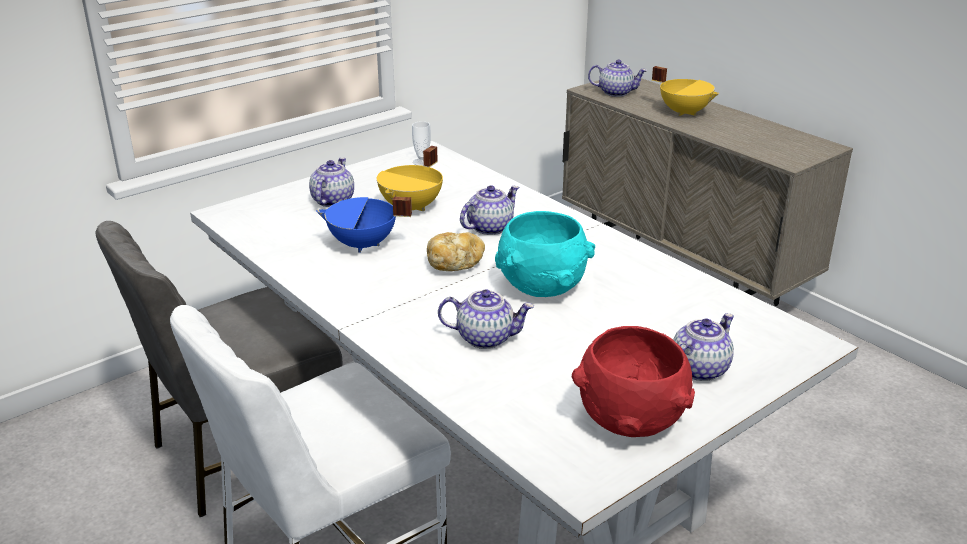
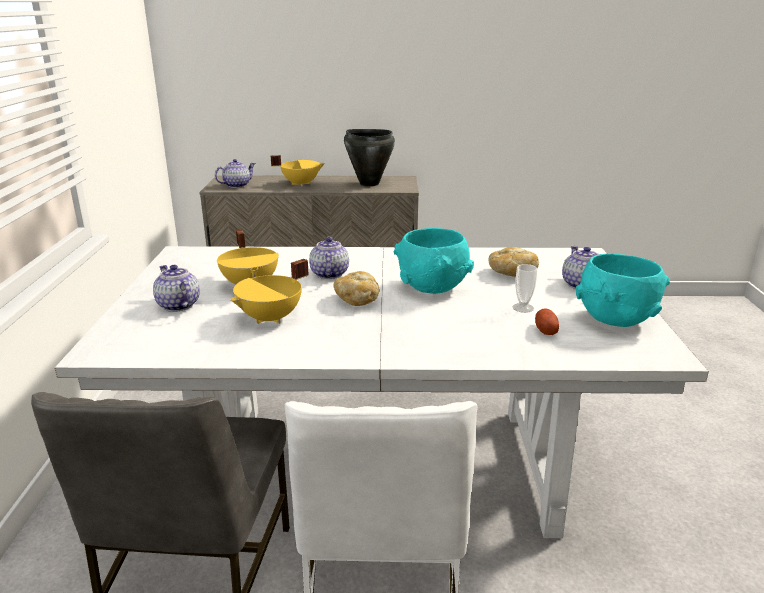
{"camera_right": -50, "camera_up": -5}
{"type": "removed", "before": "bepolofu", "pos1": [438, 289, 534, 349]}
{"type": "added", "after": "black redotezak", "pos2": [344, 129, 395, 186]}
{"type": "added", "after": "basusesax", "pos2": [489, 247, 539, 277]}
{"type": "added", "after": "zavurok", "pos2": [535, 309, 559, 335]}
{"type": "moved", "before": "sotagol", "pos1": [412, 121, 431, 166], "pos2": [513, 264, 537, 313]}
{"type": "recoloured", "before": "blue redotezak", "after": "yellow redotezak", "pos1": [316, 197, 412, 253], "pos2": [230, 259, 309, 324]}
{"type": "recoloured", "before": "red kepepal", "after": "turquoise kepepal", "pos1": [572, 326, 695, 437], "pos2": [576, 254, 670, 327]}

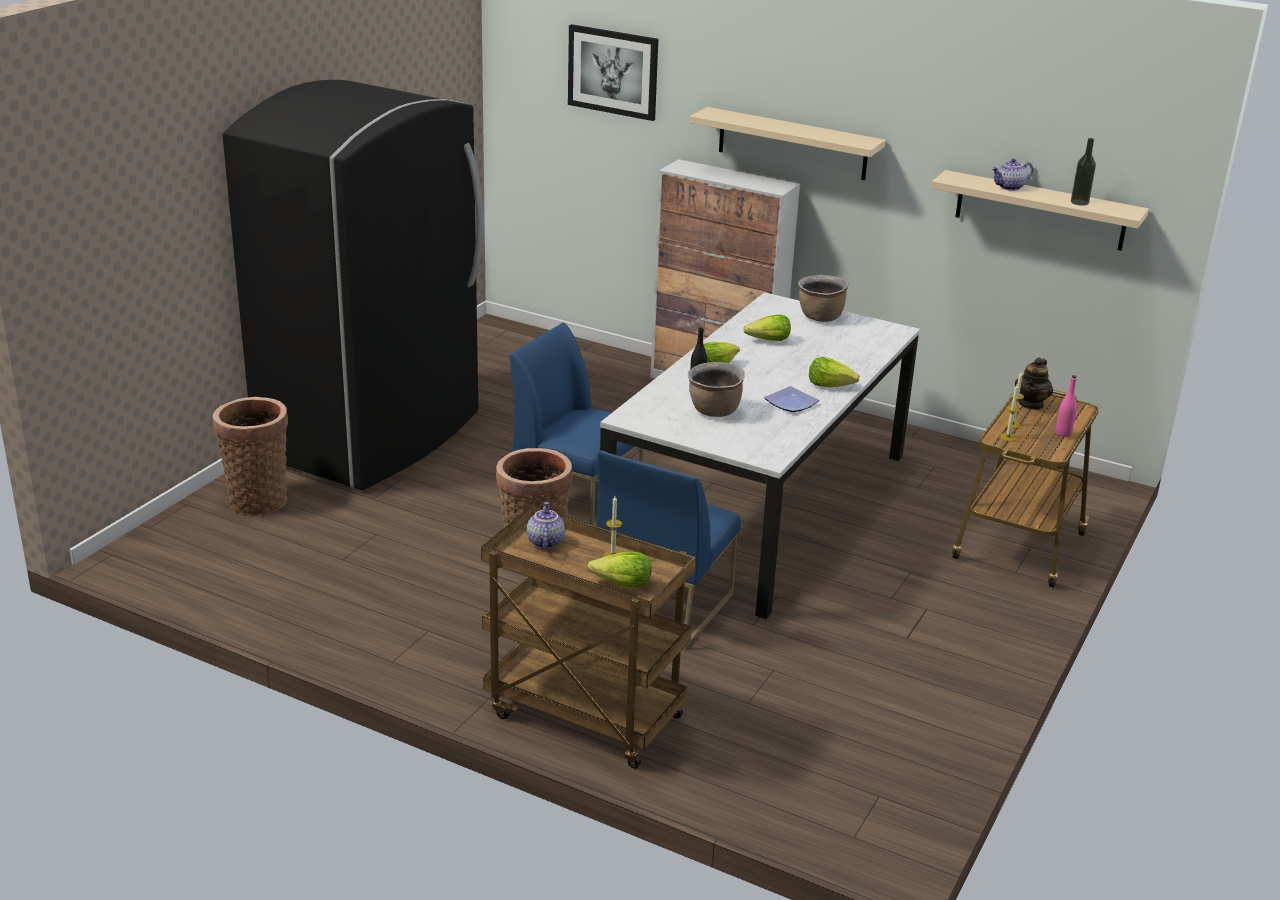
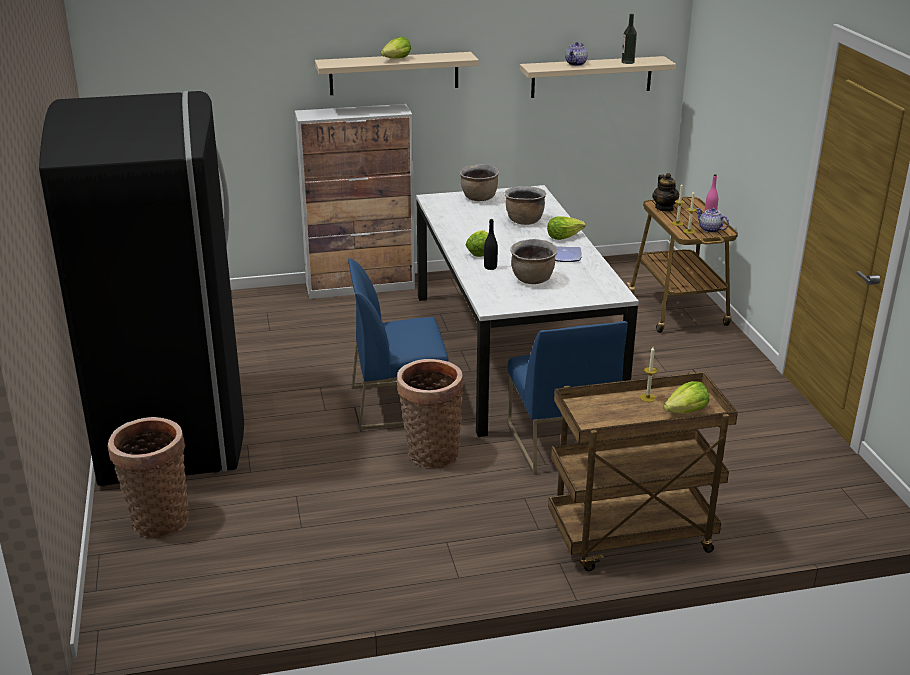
{"camera_right": -40, "camera_up": 0}
{"type": "removed", "before": "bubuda", "pos1": [568, 24, 658, 121]}
{"type": "added", "after": "brown redotezak", "pos2": [505, 186, 546, 225]}
{"type": "moved", "before": "bepolofu", "pos1": [527, 502, 565, 549], "pos2": [696, 208, 729, 233]}
{"type": "moved", "before": "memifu", "pos1": [743, 315, 791, 341], "pos2": [381, 37, 411, 59]}

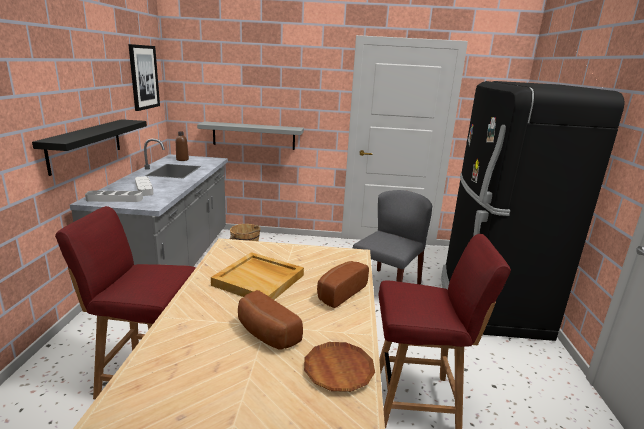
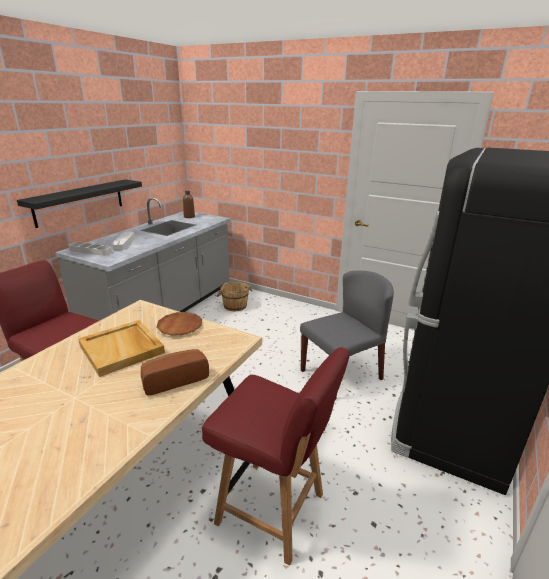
{"camera_right": 25, "camera_up": 5}
{"type": "removed", "before": "bubuda", "pos1": [128, 44, 160, 111]}
{"type": "removed", "before": "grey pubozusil", "pos1": [197, 121, 304, 150]}
{"type": "removed", "before": "basusesax", "pos1": [238, 290, 303, 350]}
{"type": "moved", "before": "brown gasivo", "pos1": [304, 342, 375, 392], "pos2": [157, 312, 202, 336]}

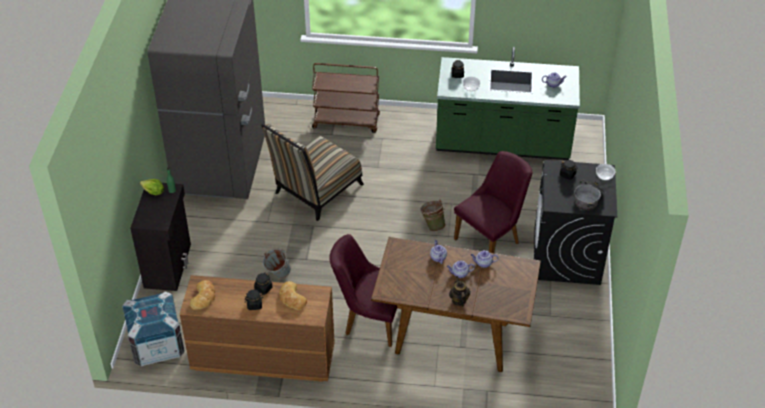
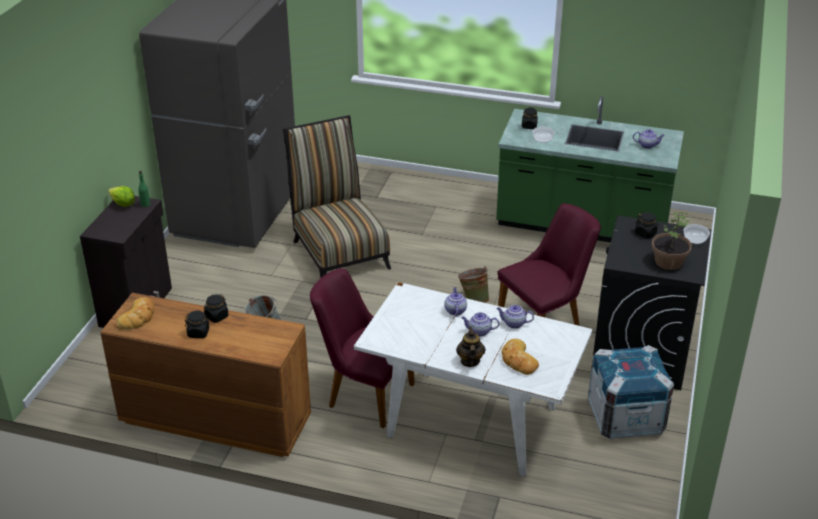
{"camera_right": 10, "camera_up": -10}
{"type": "removed", "before": "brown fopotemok", "pos1": [312, 63, 380, 133]}
{"type": "moved", "before": "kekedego", "pos1": [122, 291, 185, 367], "pos2": [588, 345, 674, 440]}
{"type": "moved", "before": "basusesax", "pos1": [279, 281, 307, 310], "pos2": [502, 339, 539, 375]}
{"type": "replaced", "before": "redotezak", "after": "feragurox", "pos1": [574, 179, 605, 210], "pos2": [652, 212, 692, 270]}
{"type": "recoloured", "before": "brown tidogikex", "after": "white tidogikex", "pos1": [371, 237, 541, 372], "pos2": [353, 282, 593, 476]}
{"type": "turned", "before": "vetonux", "pos1": [261, 124, 364, 221], "pos2": [283, 115, 391, 278], "turn": 105}

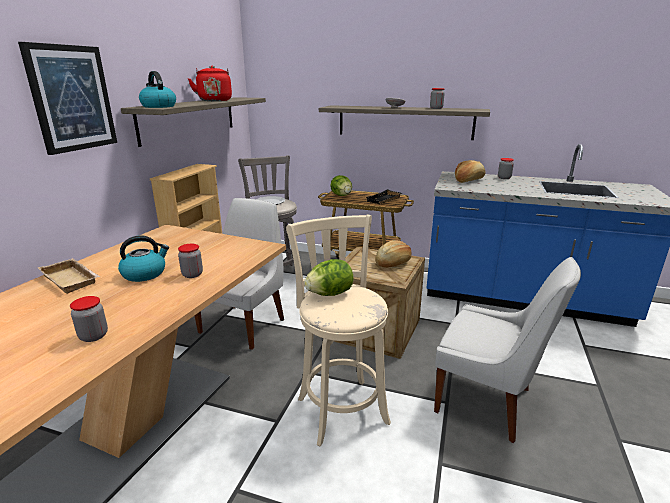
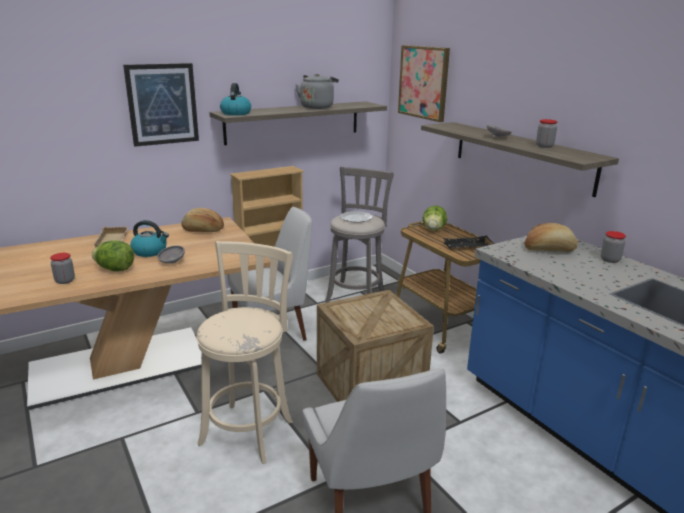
{"camera_right": 40, "camera_up": 0}
{"type": "added", "after": "bubuda", "pos2": [398, 45, 450, 122]}
{"type": "moved", "before": "memifu", "pos1": [304, 259, 354, 296], "pos2": [92, 241, 134, 271]}
{"type": "moved", "before": "basusesax", "pos1": [375, 240, 411, 268], "pos2": [181, 208, 224, 232]}
{"type": "replaced", "before": "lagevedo", "after": "grey kepepal", "pos1": [178, 244, 203, 278], "pos2": [157, 245, 185, 263]}
{"type": "recoloured", "before": "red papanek", "after": "grey papanek", "pos1": [188, 66, 232, 101], "pos2": [295, 73, 339, 109]}

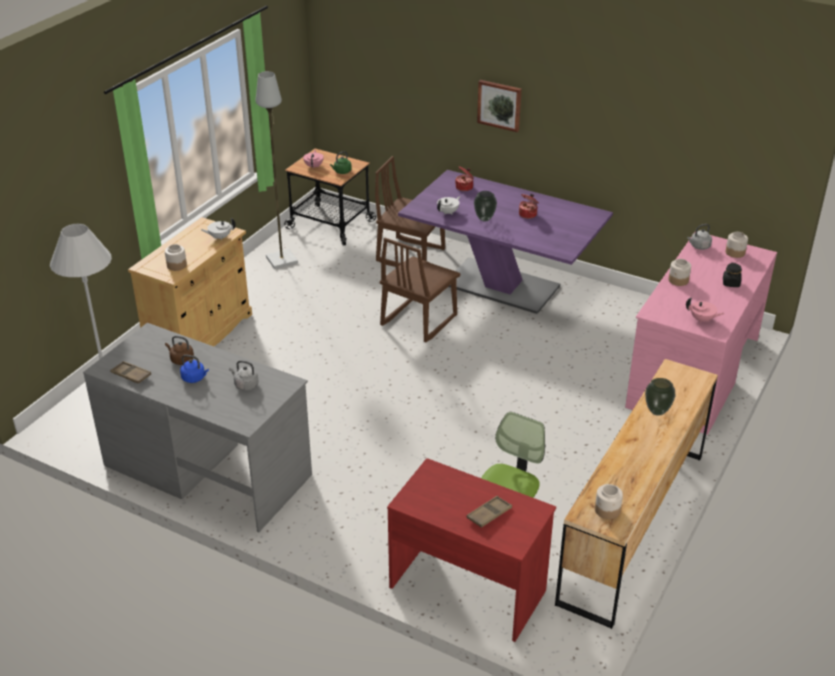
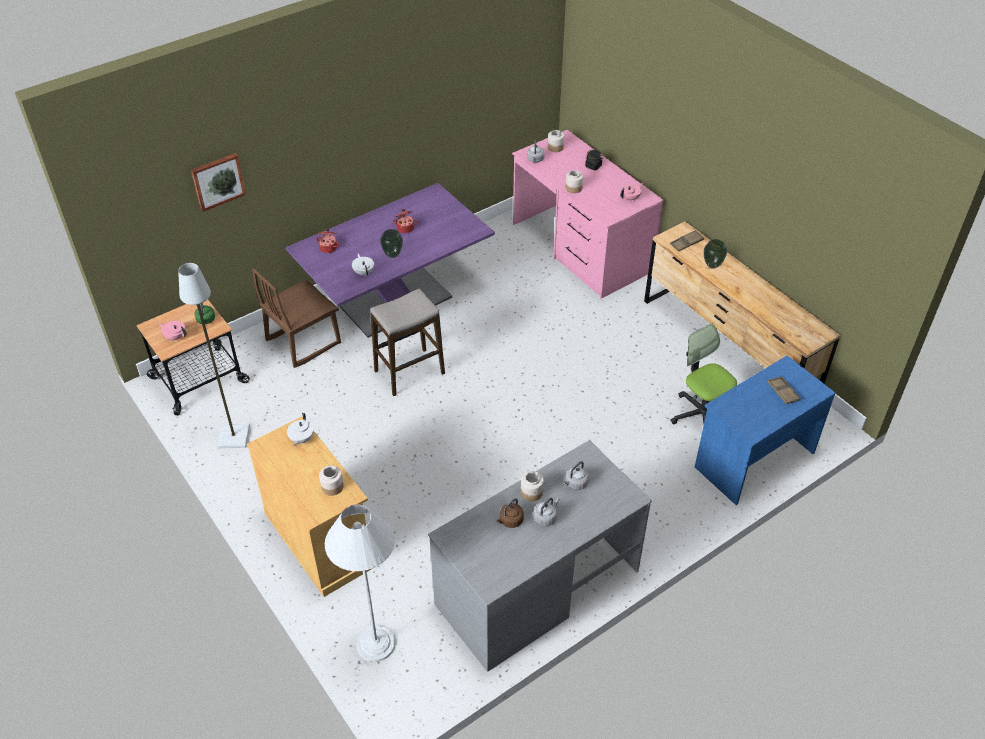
{"camera_right": -65, "camera_up": 10}
{"type": "moved", "before": "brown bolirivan", "pos1": [110, 361, 151, 384], "pos2": [670, 230, 704, 252]}
{"type": "moved", "before": "bubuda", "pos1": [477, 80, 522, 132], "pos2": [191, 153, 246, 212]}
{"type": "moved", "before": "lagevedo", "pos1": [595, 484, 623, 519], "pos2": [521, 471, 544, 501]}
{"type": "replaced", "before": "brown vetonux", "after": "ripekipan", "pos1": [380, 238, 460, 342], "pos2": [370, 288, 445, 396]}
{"type": "recoloured", "before": "blue papanek", "after": "grey papanek", "pos1": [180, 355, 209, 383], "pos2": [533, 498, 559, 526]}
{"type": "recoloured", "before": "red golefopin", "after": "blue golefopin", "pos1": [387, 458, 556, 642], "pos2": [695, 355, 836, 505]}

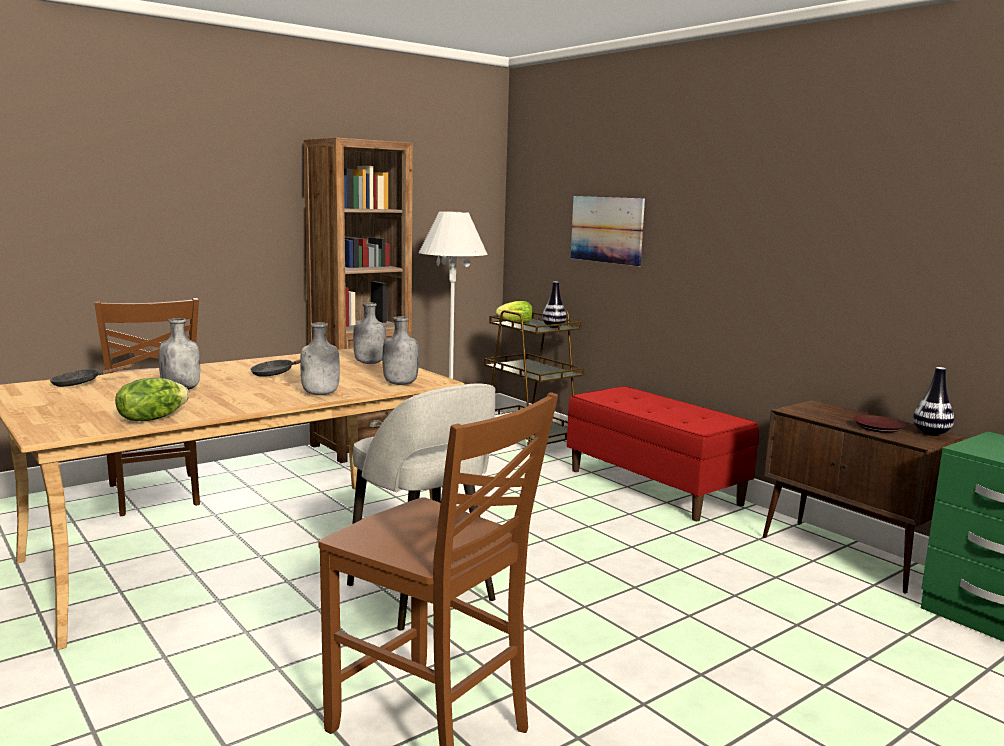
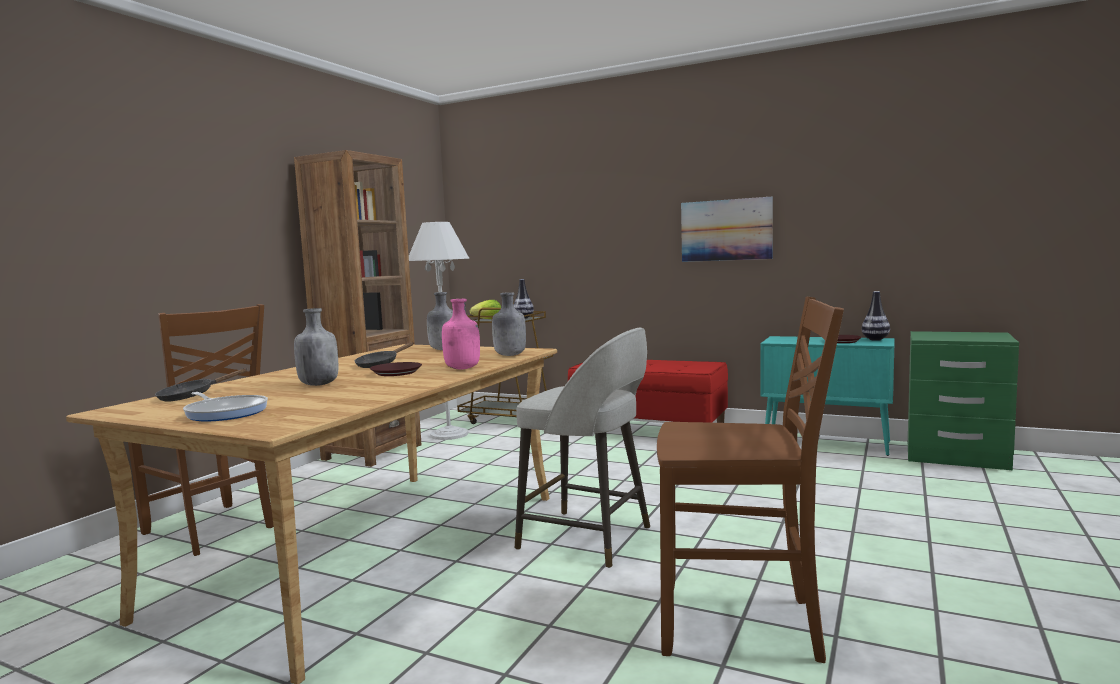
{"camera_right": -25, "camera_up": -5}
{"type": "removed", "before": "memifu", "pos1": [115, 378, 189, 421]}
{"type": "added", "after": "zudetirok", "pos2": [183, 392, 268, 422]}
{"type": "added", "after": "brown gasivo", "pos2": [370, 362, 422, 376]}
{"type": "moved", "before": "bubuda", "pos1": [571, 196, 645, 266], "pos2": [681, 197, 772, 262]}
{"type": "recoloured", "before": "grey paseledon", "after": "pink paseledon", "pos1": [300, 322, 340, 395], "pos2": [442, 299, 480, 369]}
{"type": "recoloured", "before": "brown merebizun", "after": "turquoise merebizun", "pos1": [763, 400, 967, 594], "pos2": [760, 336, 895, 456]}

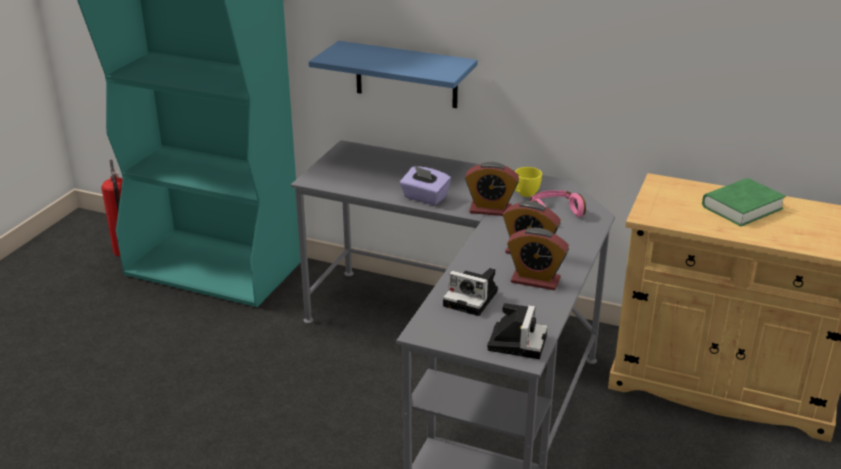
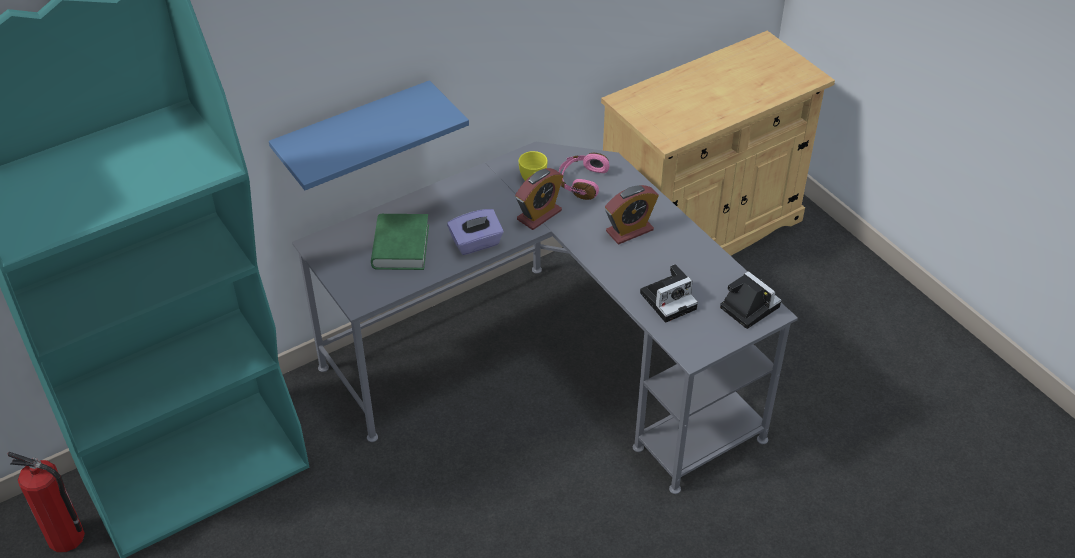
{"camera_right": -55, "camera_up": 15}
{"type": "removed", "before": "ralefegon", "pos1": [507, 228, 569, 290]}
{"type": "moved", "before": "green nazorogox", "pos1": [702, 178, 786, 226], "pos2": [371, 214, 429, 270]}

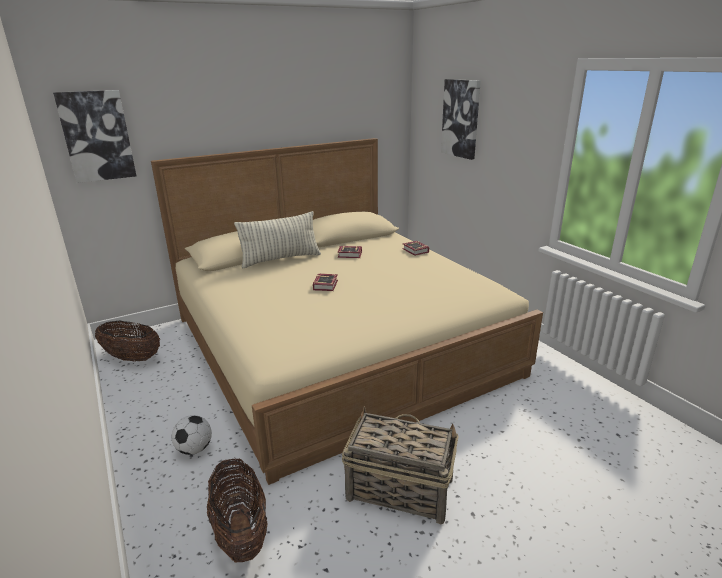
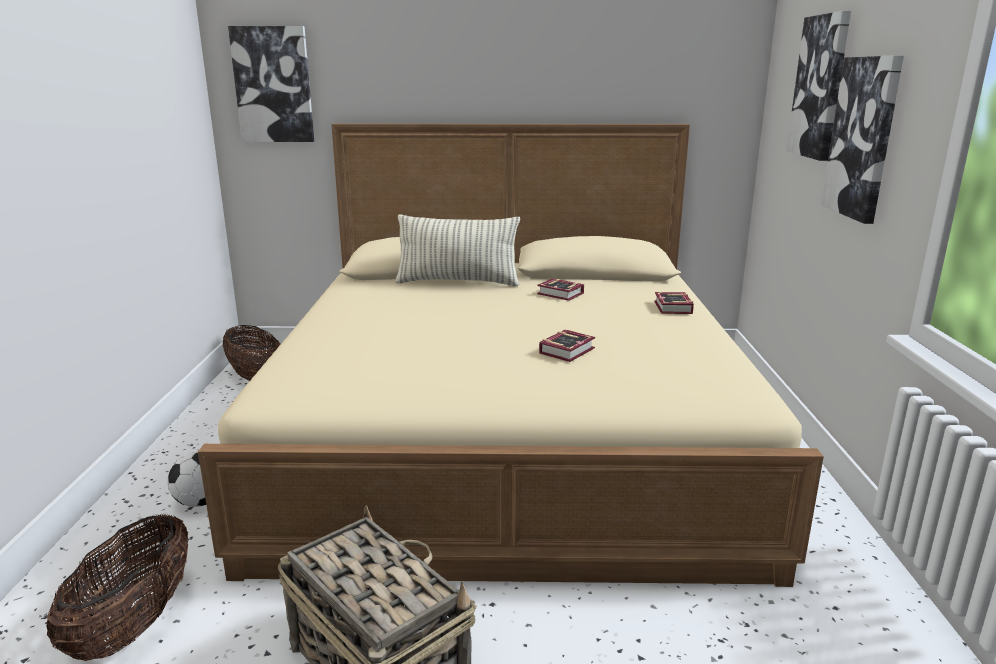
{"camera_right": 30, "camera_up": -5}
{"type": "added", "after": "bubuda", "pos2": [821, 55, 904, 224]}
{"type": "moved", "before": "nazorogox", "pos1": [313, 274, 338, 291], "pos2": [539, 330, 595, 362]}

